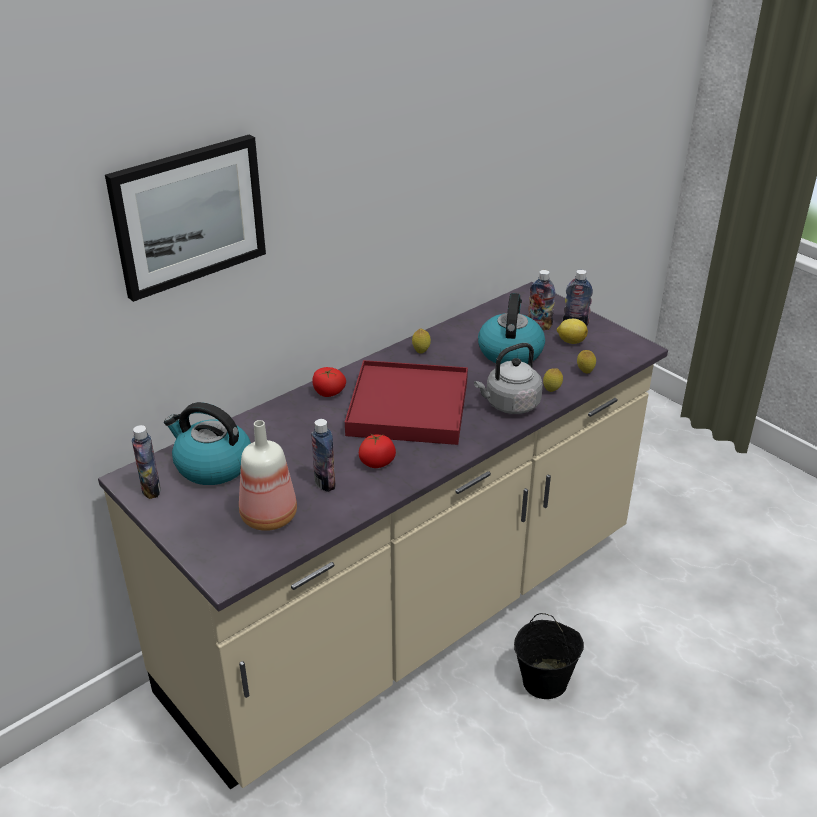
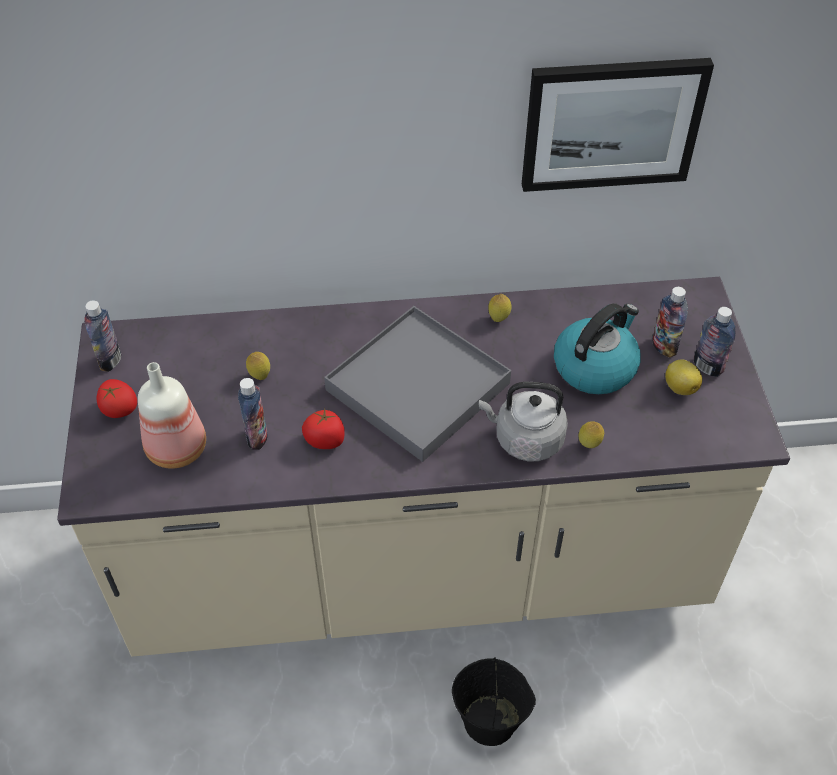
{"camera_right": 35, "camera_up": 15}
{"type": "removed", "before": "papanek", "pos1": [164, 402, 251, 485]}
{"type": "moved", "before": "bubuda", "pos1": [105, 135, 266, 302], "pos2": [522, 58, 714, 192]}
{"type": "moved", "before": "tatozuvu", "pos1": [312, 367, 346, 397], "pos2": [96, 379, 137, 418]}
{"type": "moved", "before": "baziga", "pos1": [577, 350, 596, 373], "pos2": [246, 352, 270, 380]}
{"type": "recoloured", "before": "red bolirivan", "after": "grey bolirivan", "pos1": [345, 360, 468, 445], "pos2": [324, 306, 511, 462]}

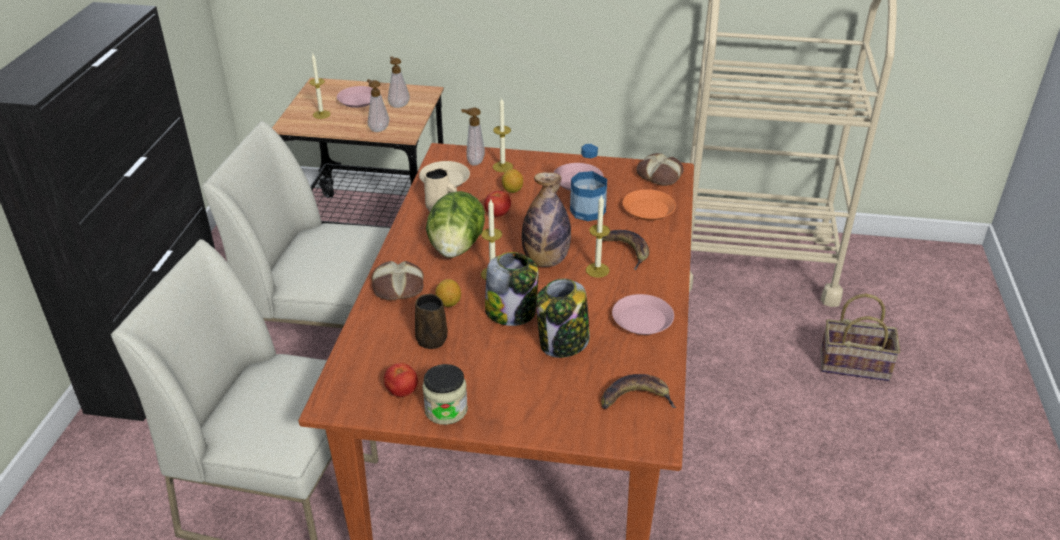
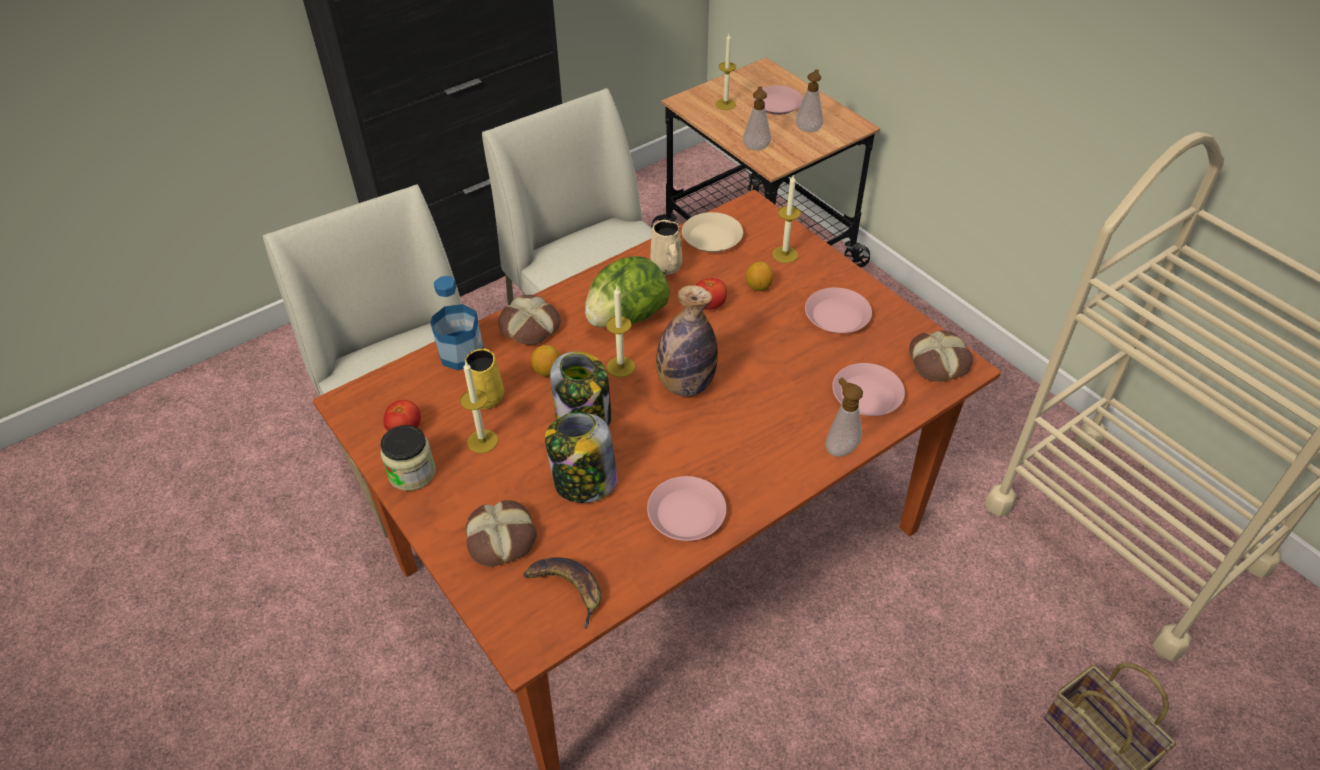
{"camera_right": 45, "camera_up": 10}
{"type": "removed", "before": "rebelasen", "pos1": [602, 230, 649, 270]}
{"type": "added", "after": "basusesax", "pos2": [466, 500, 537, 567]}
{"type": "moved", "before": "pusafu", "pos1": [461, 108, 485, 166], "pos2": [825, 378, 863, 457]}
{"type": "moved", "before": "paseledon", "pos1": [570, 144, 607, 221], "pos2": [430, 276, 484, 370]}
{"type": "moved", "before": "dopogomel", "pos1": [586, 194, 610, 278], "pos2": [460, 362, 498, 453]}
{"type": "recoloured", "before": "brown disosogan", "after": "yellow disosogan", "pos1": [415, 294, 448, 349], "pos2": [465, 348, 504, 409]}
{"type": "recoloured", "before": "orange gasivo", "after": "pink gasivo", "pos1": [622, 189, 676, 221], "pos2": [832, 363, 905, 416]}

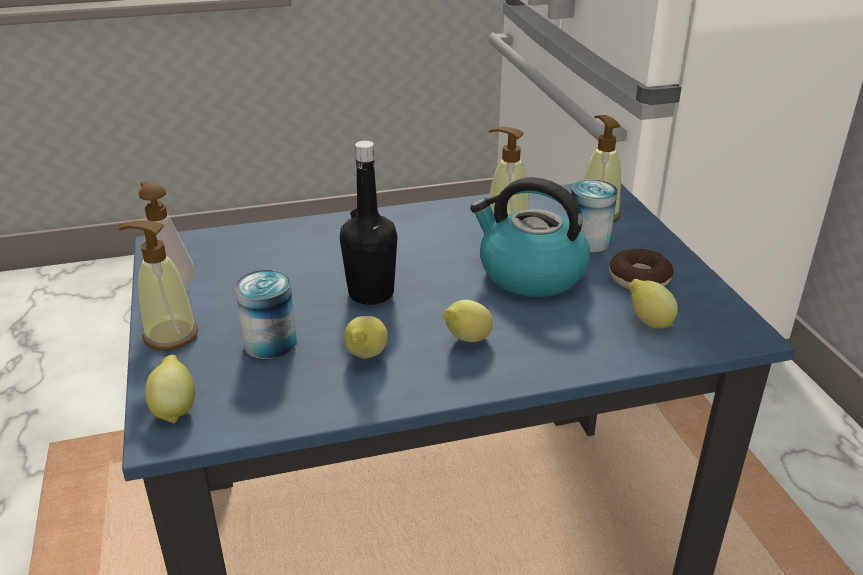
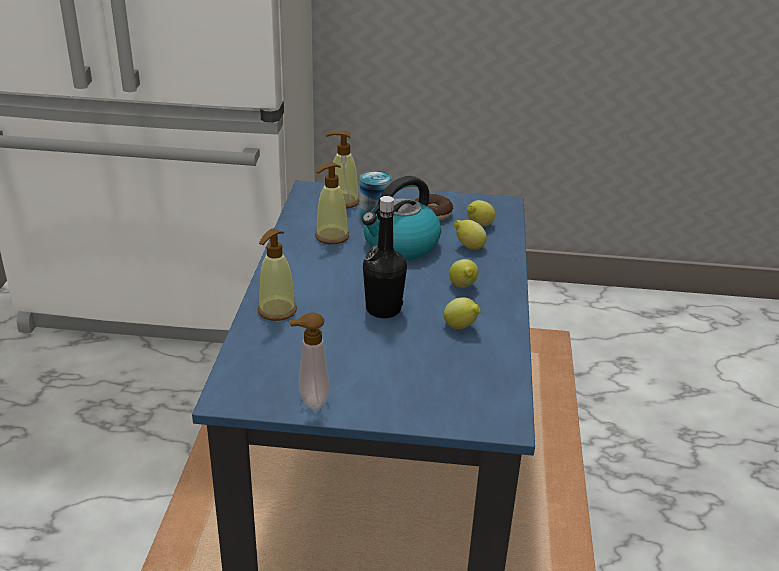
{"camera_right": -70, "camera_up": 0}
{"type": "removed", "before": "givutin", "pos1": [235, 270, 297, 359]}
{"type": "moved", "before": "pusafu", "pos1": [118, 221, 198, 350], "pos2": [258, 229, 297, 321]}
{"type": "moved", "before": "baziga", "pos1": [145, 355, 195, 424], "pos2": [454, 220, 487, 250]}

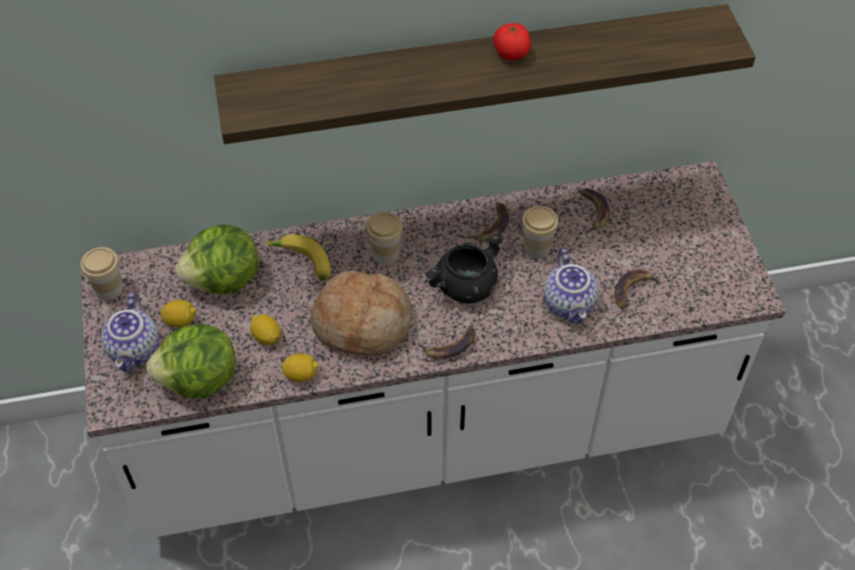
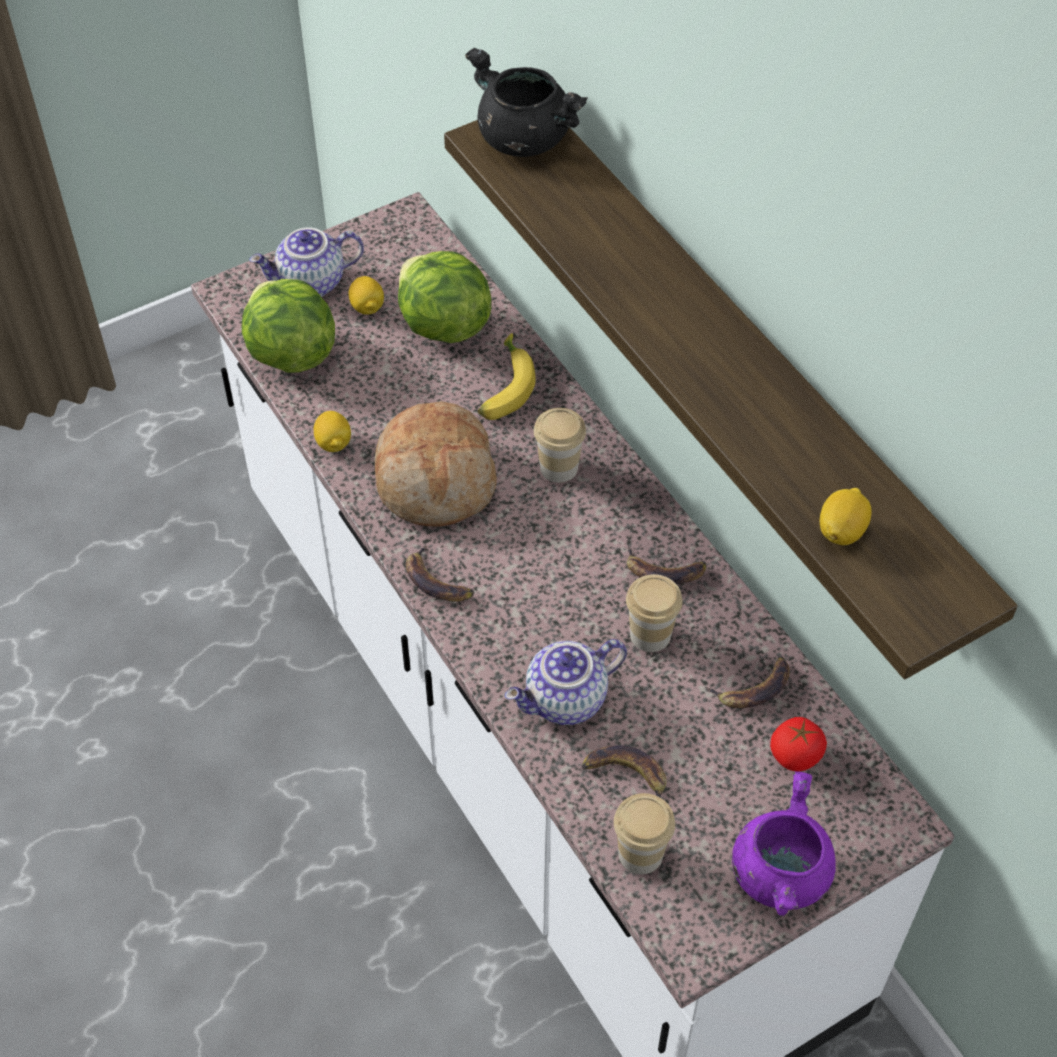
{"camera_right": 70, "camera_up": 0}
{"type": "added", "after": "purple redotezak", "pos2": [732, 771, 836, 916]}
{"type": "moved", "before": "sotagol", "pos1": [81, 247, 123, 300], "pos2": [614, 793, 675, 874]}
{"type": "moved", "before": "baziga", "pos1": [250, 314, 281, 345], "pos2": [820, 488, 872, 545]}
{"type": "moved", "before": "black redotezak", "pos1": [425, 231, 504, 303], "pos2": [465, 48, 588, 157]}
{"type": "moved", "before": "tatozuvu", "pos1": [493, 23, 530, 60], "pos2": [770, 717, 827, 771]}

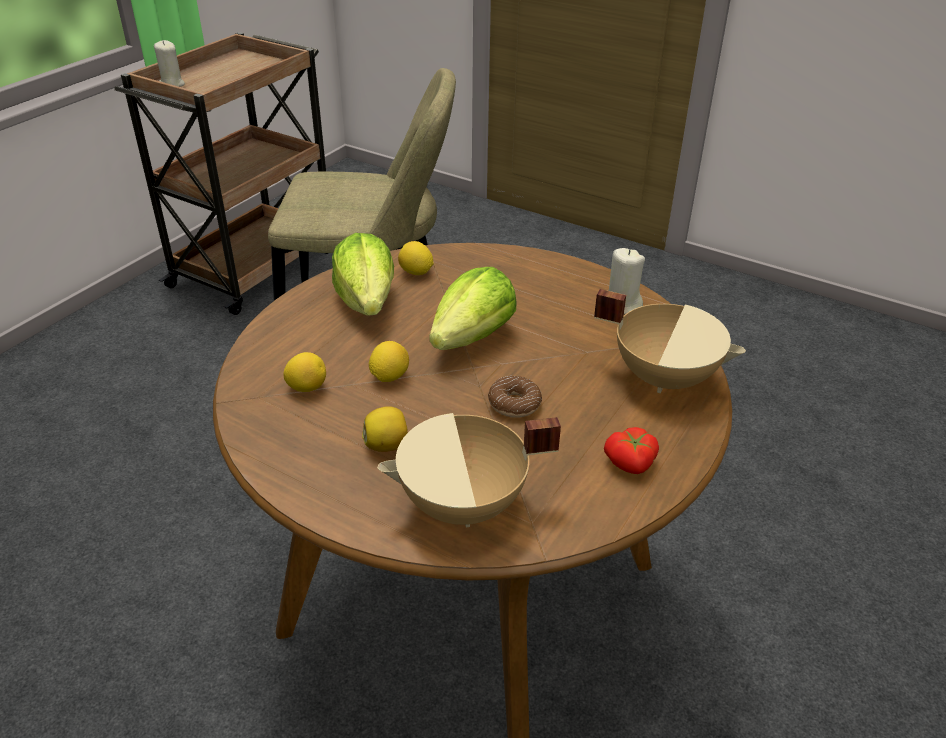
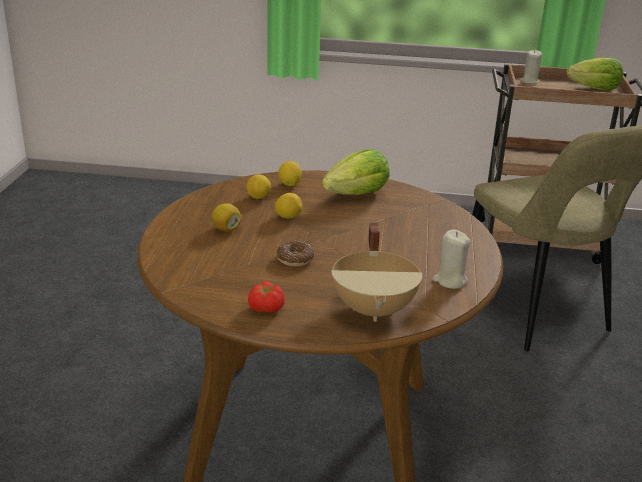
{"camera_right": 65, "camera_up": -10}
{"type": "removed", "before": "beige redotezak", "pos1": [377, 413, 561, 527]}
{"type": "moved", "before": "baziga", "pos1": [398, 241, 434, 275], "pos2": [278, 161, 302, 186]}
{"type": "moved", "before": "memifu", "pos1": [429, 267, 517, 350], "pos2": [567, 57, 623, 91]}

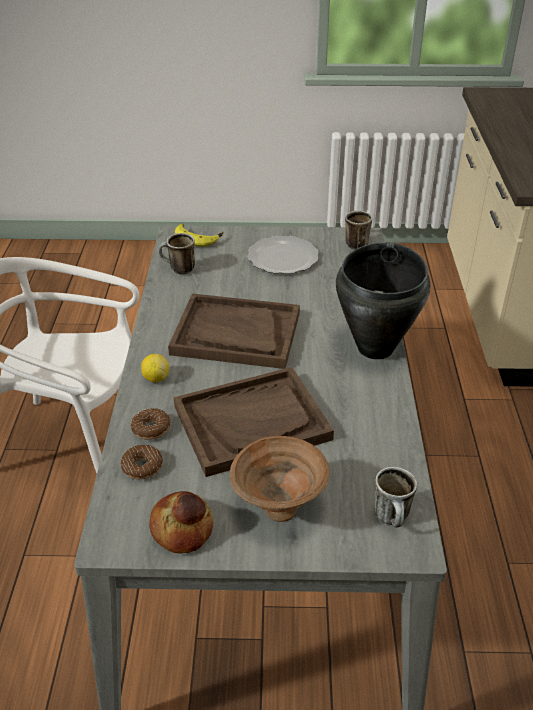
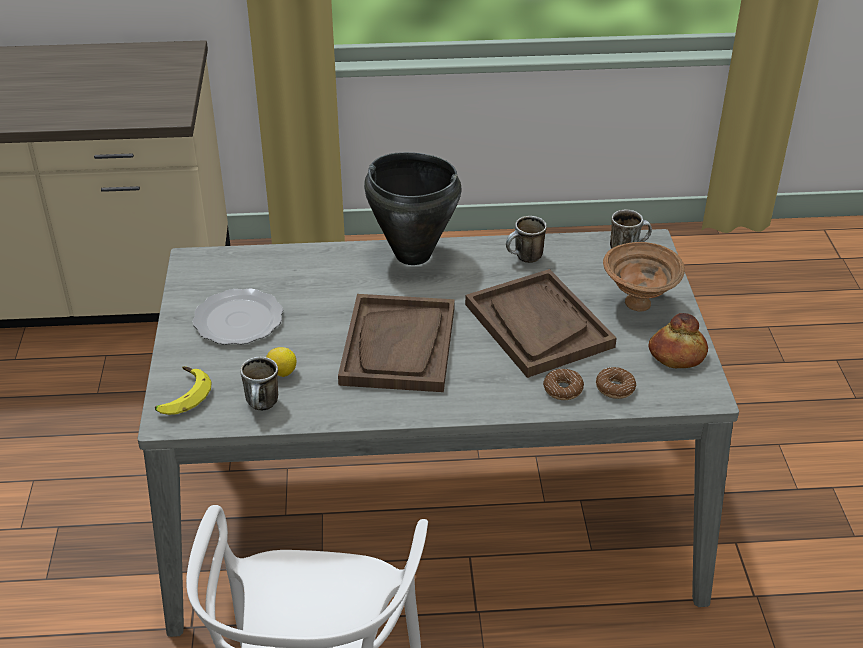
{"camera_right": -95, "camera_up": 0}
{"type": "moved", "before": "baziga", "pos1": [141, 354, 169, 383], "pos2": [266, 347, 296, 377]}
{"type": "moved", "before": "disosogan", "pos1": [345, 211, 372, 250], "pos2": [506, 216, 547, 263]}

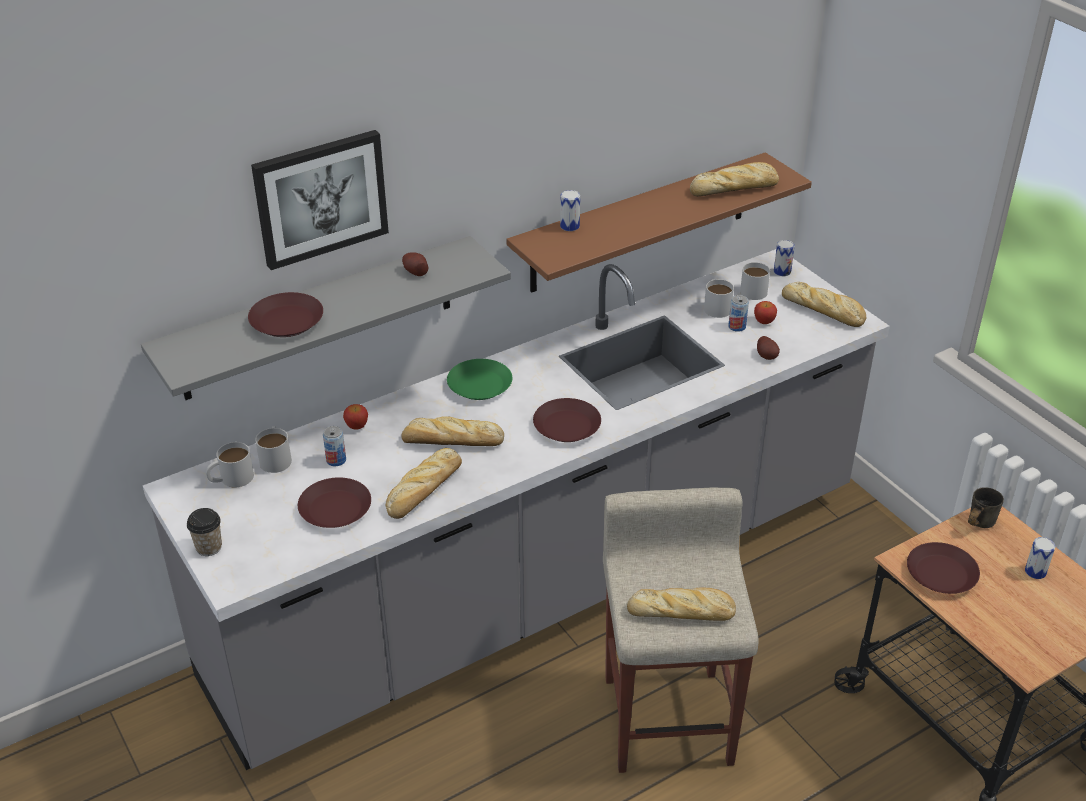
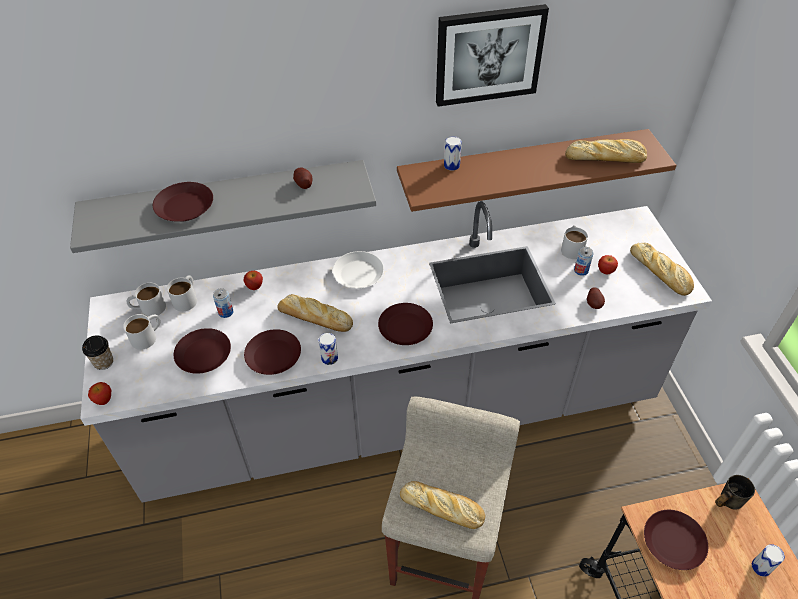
{"camera_right": 20, "camera_up": 10}
{"type": "added", "after": "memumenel", "pos2": [88, 382, 111, 405]}
{"type": "moved", "before": "bubuda", "pos1": [251, 130, 389, 270], "pos2": [436, 4, 549, 107]}
{"type": "moved", "before": "white disosogan", "pos1": [740, 262, 770, 300], "pos2": [123, 314, 161, 350]}
{"type": "moved", "before": "givutin", "pos1": [774, 240, 795, 276], "pos2": [318, 333, 338, 365]}
{"type": "replaced", "before": "basusesax", "after": "brown gasivo", "pos1": [386, 448, 462, 519], "pos2": [244, 329, 301, 375]}
{"type": "recoloured", "before": "green gasivo", "after": "white gasivo", "pos1": [447, 359, 512, 400], "pos2": [333, 251, 384, 289]}

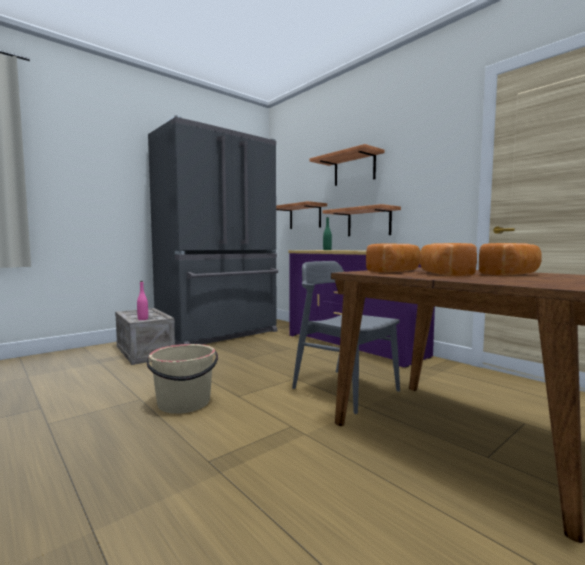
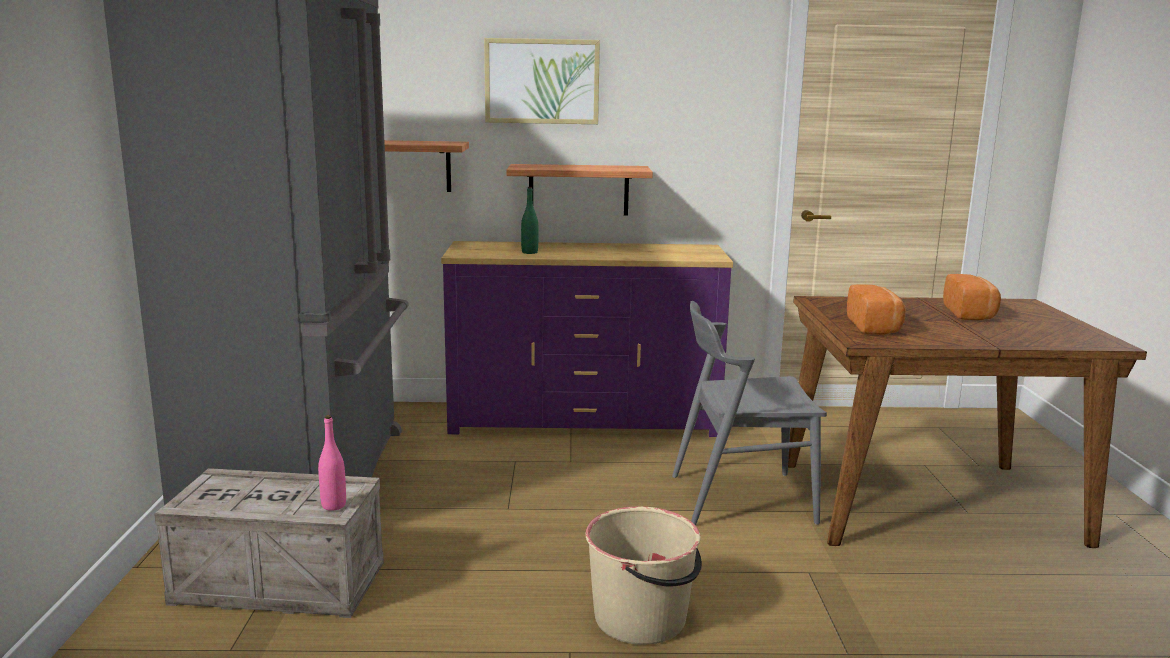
{"camera_right": -50, "camera_up": 10}
{"type": "removed", "before": "basusesax", "pos1": [420, 243, 477, 276]}
{"type": "replaced", "before": "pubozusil", "after": "bubuda", "pos1": [309, 144, 384, 186], "pos2": [484, 38, 600, 124]}

